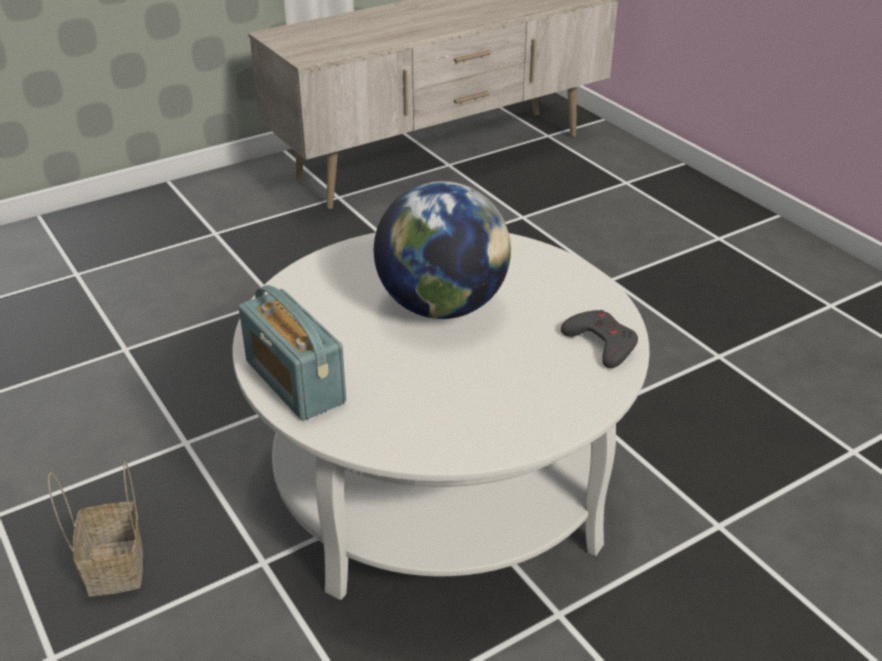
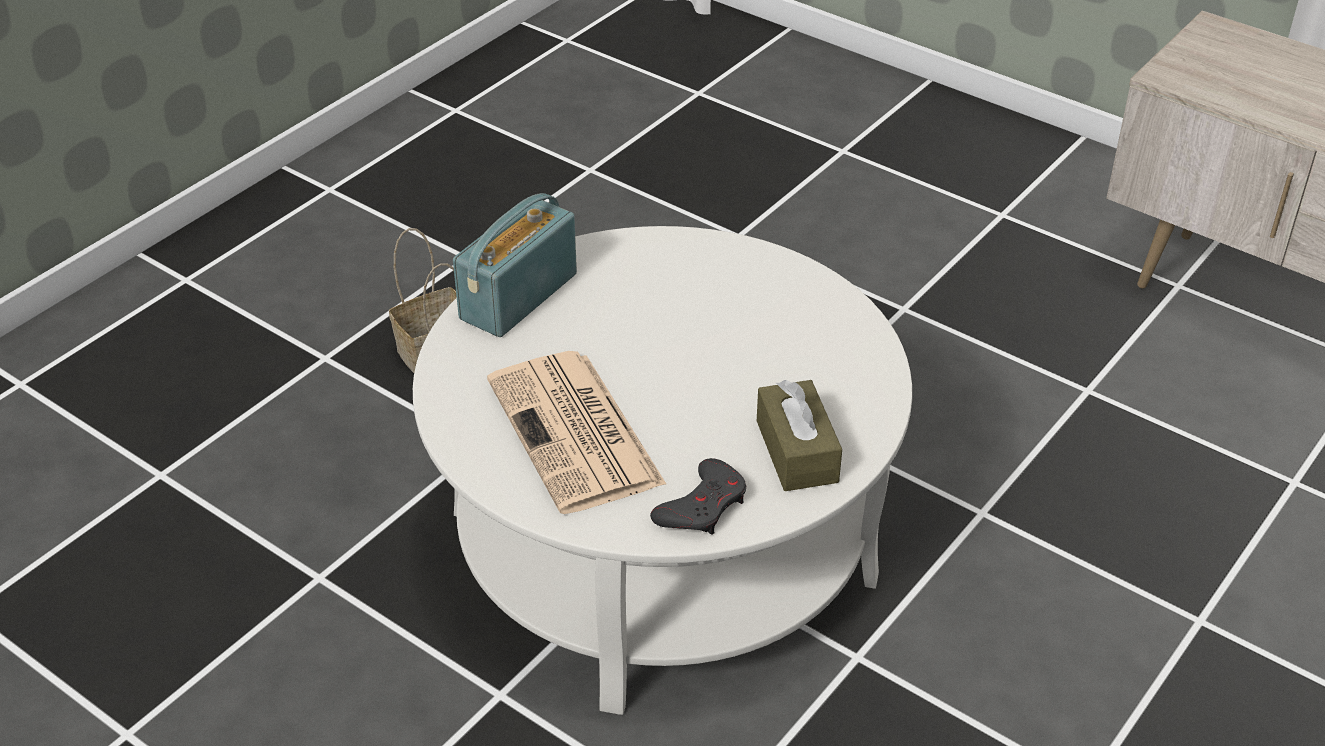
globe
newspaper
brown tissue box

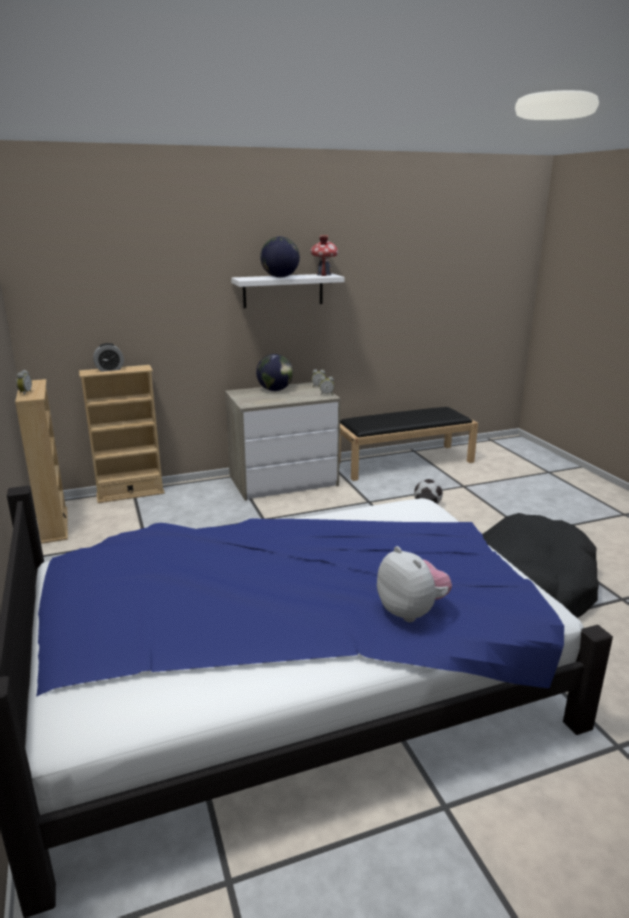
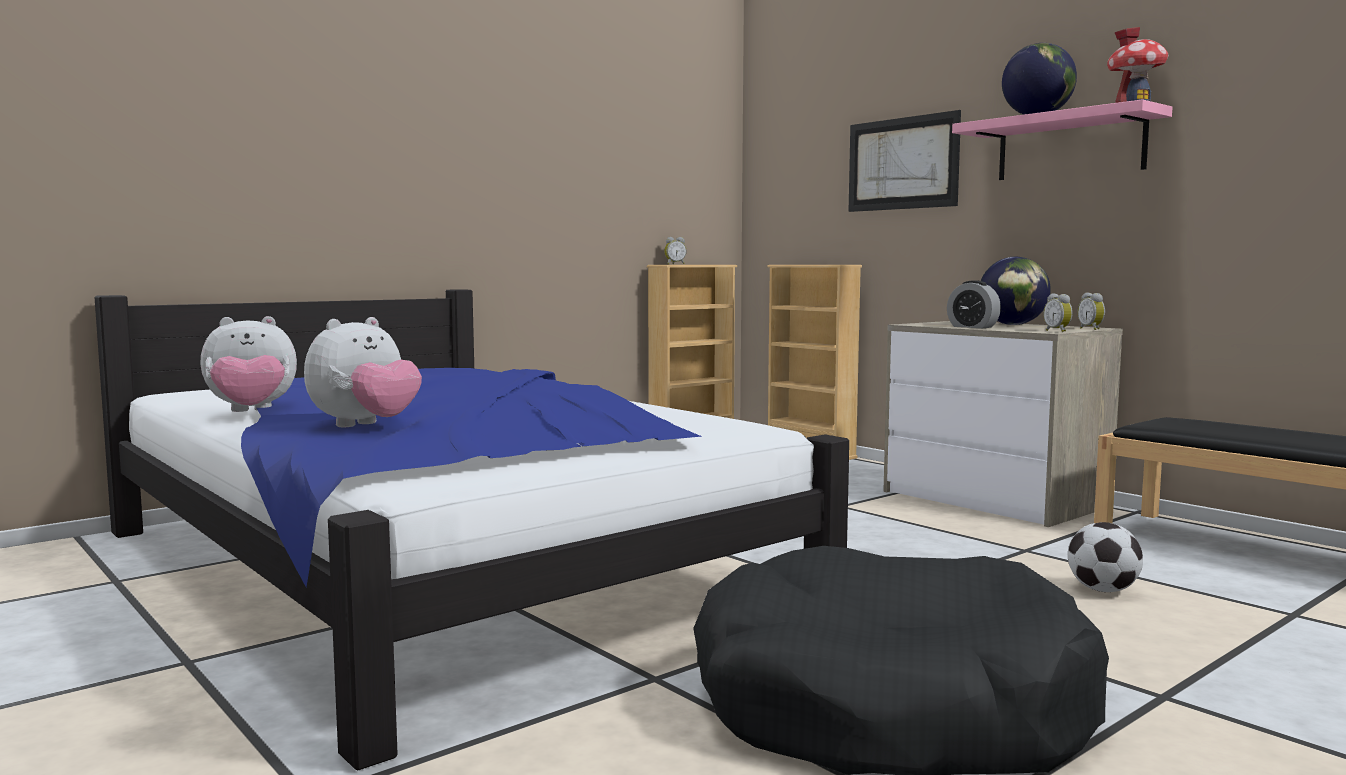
pink shelf
alarm clock (no. 2 from left)
picture
plush toy (no. 1 from left)

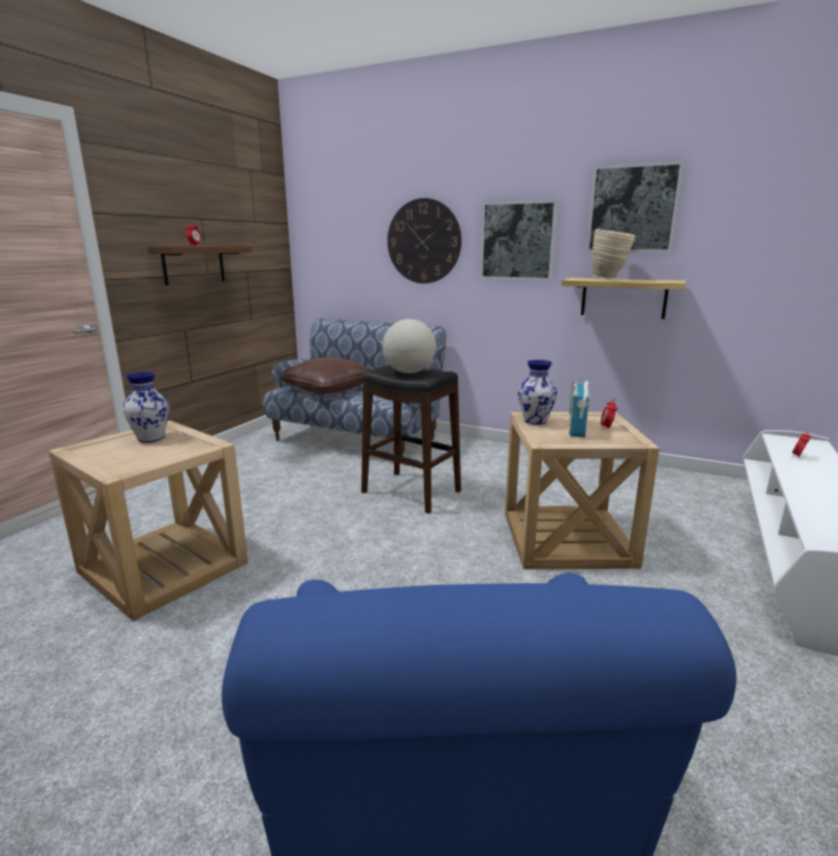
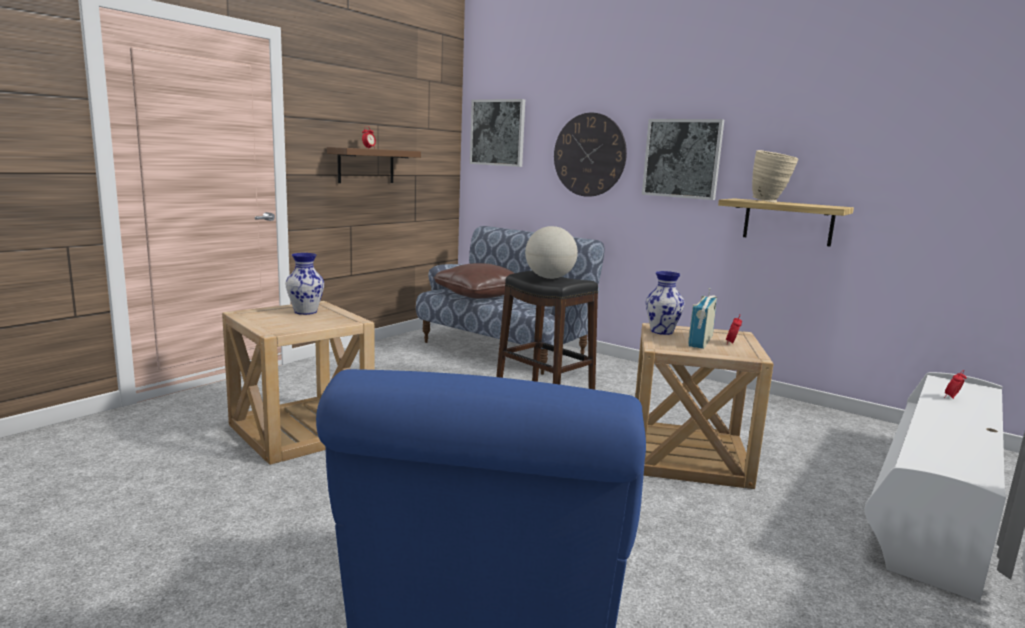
picture (no. 1 from left)

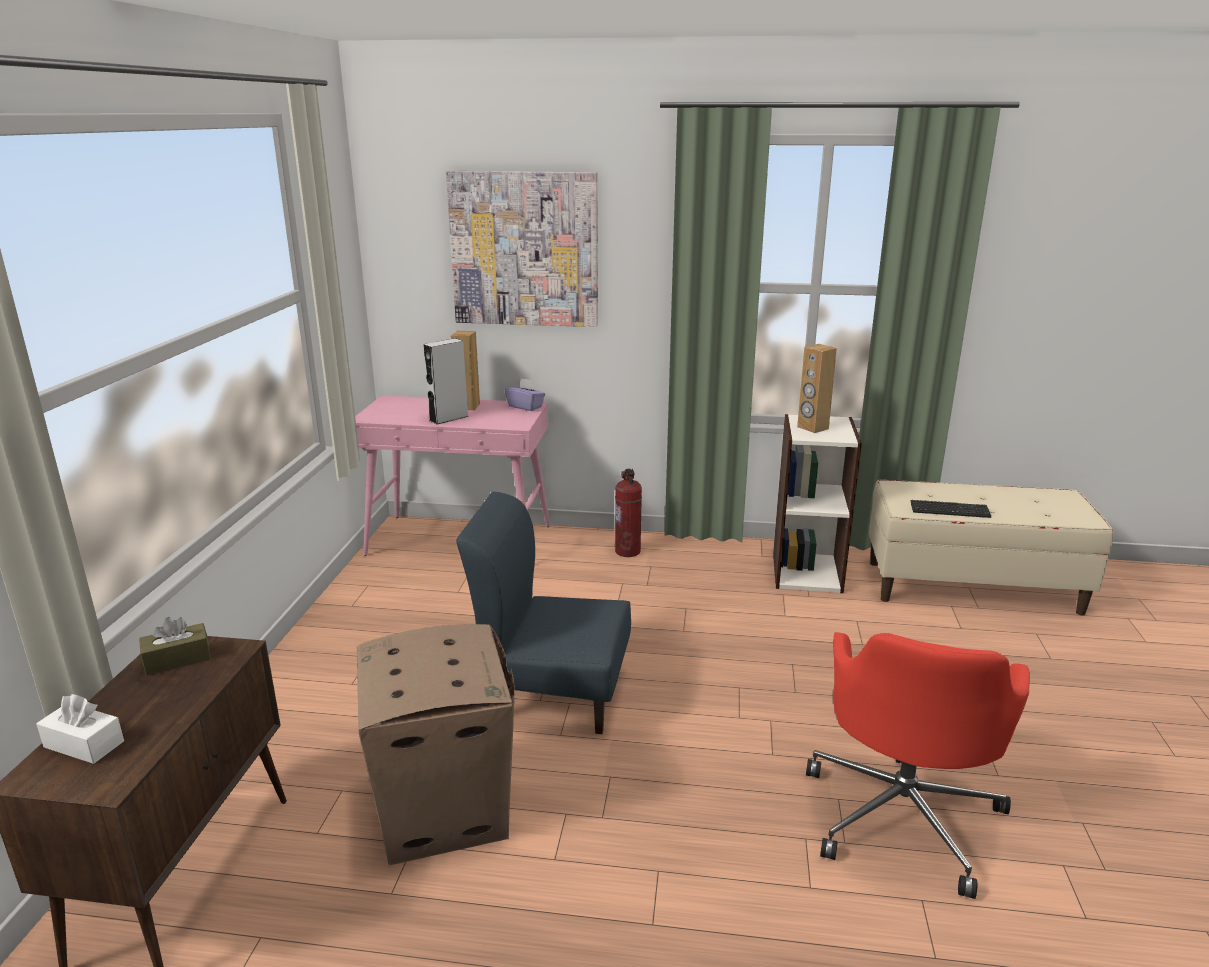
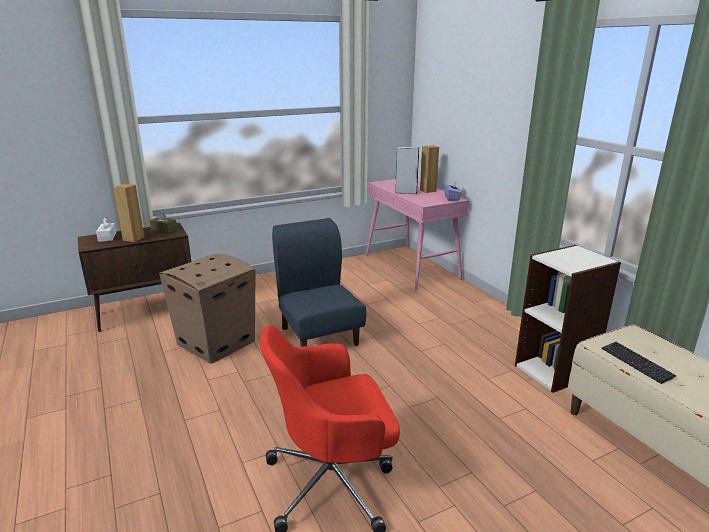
picture
brown speaker (no. 1 from left)
fire extinguisher

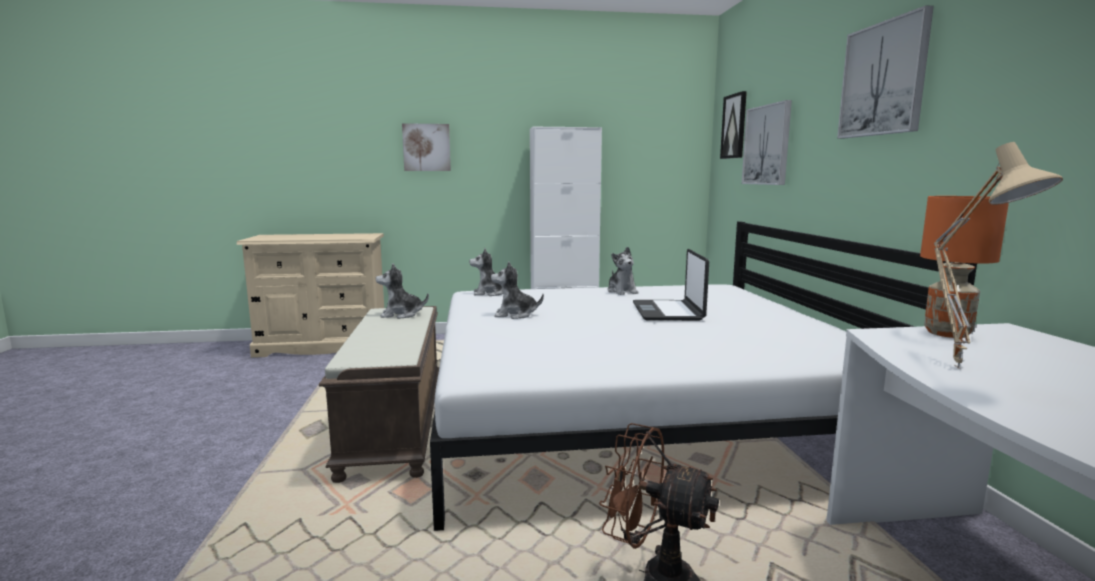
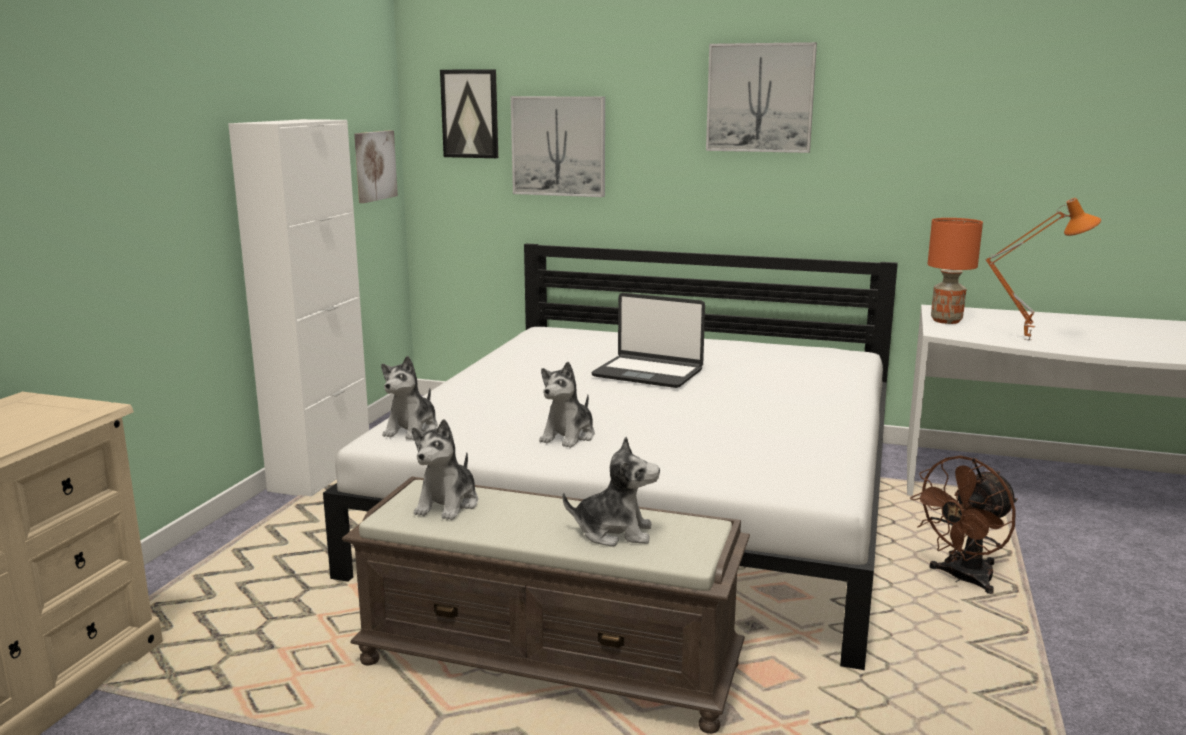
picture (no. 1 from left)
orange table lamp (no. 2 from left)
plush toy (no. 4 from left)

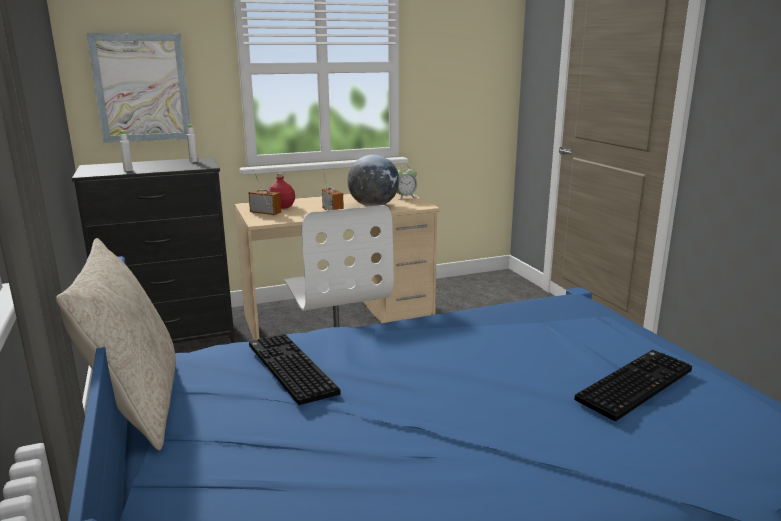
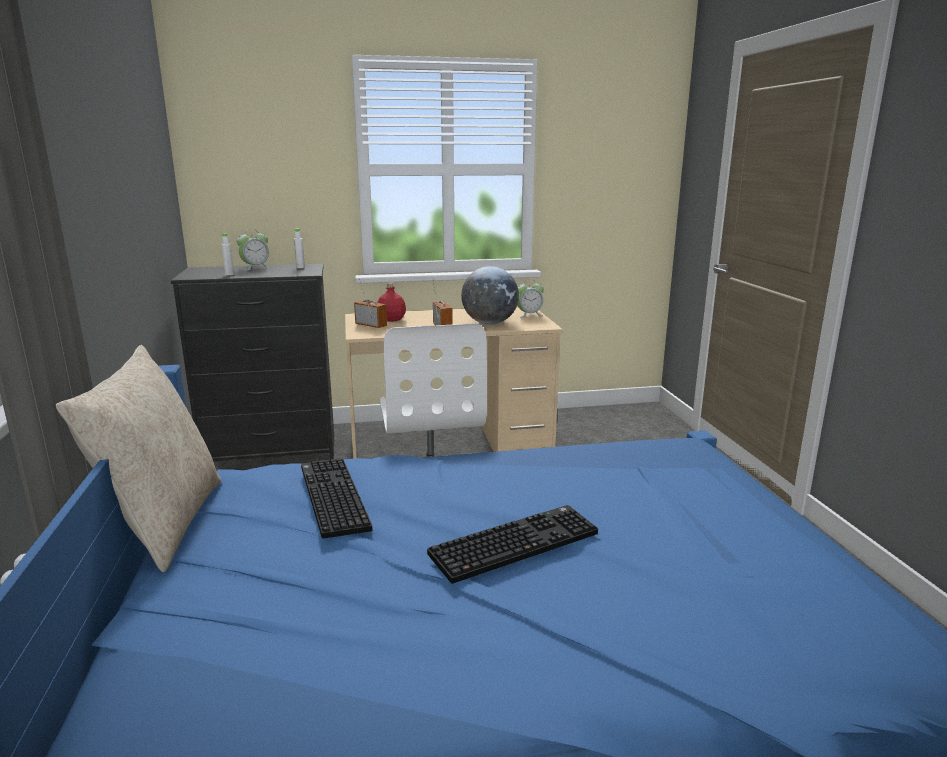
picture
keyboard (no. 2 from left)
alarm clock (no. 1 from left)

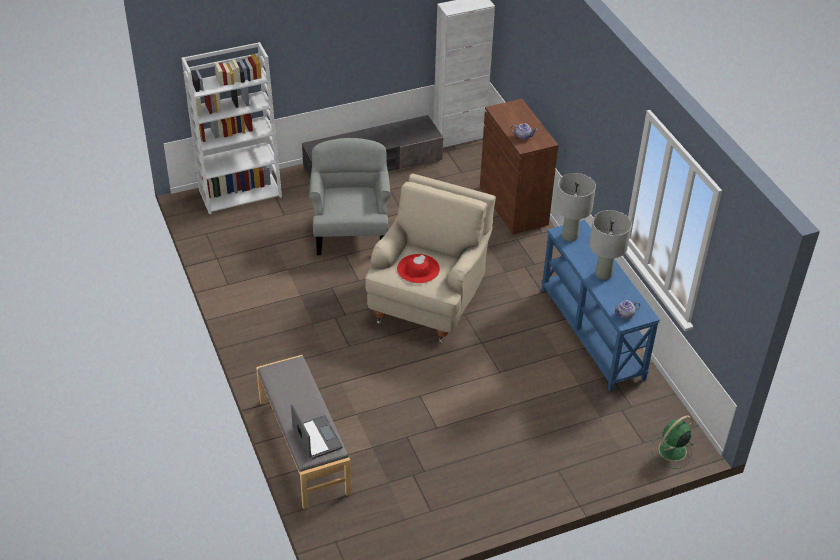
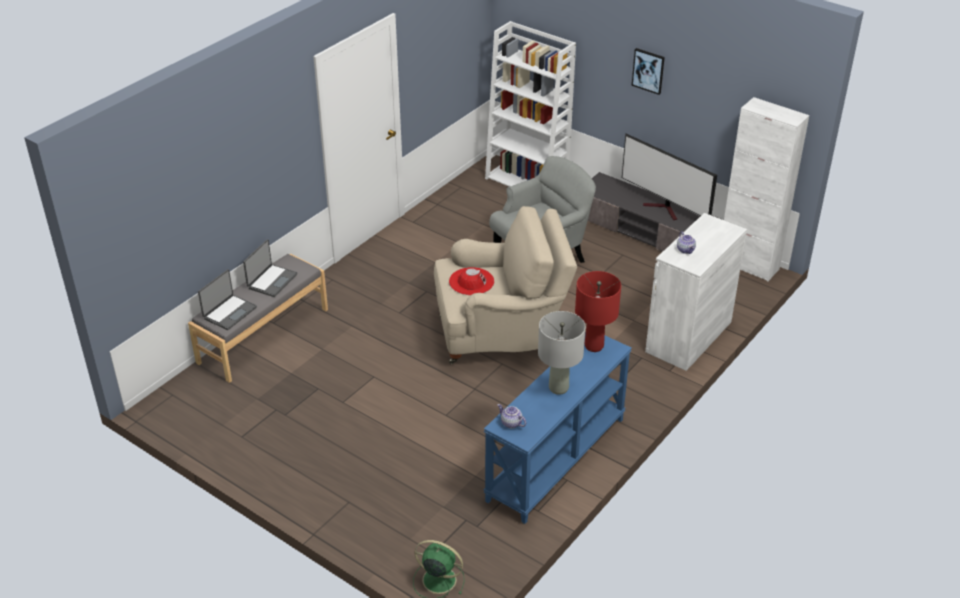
white cabinet (no. 1 from left)
red table lamp
picture
television
laptop (no. 2 from left)

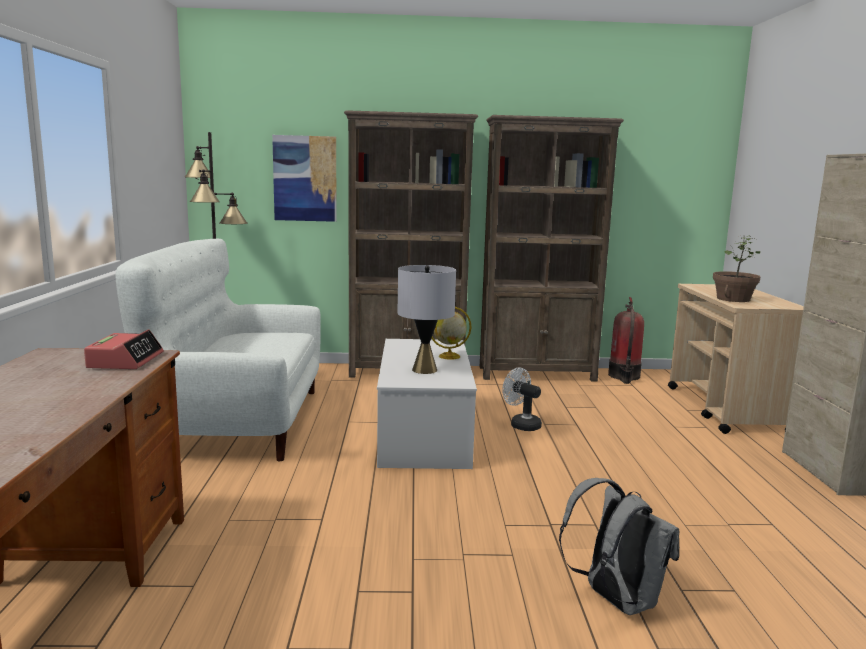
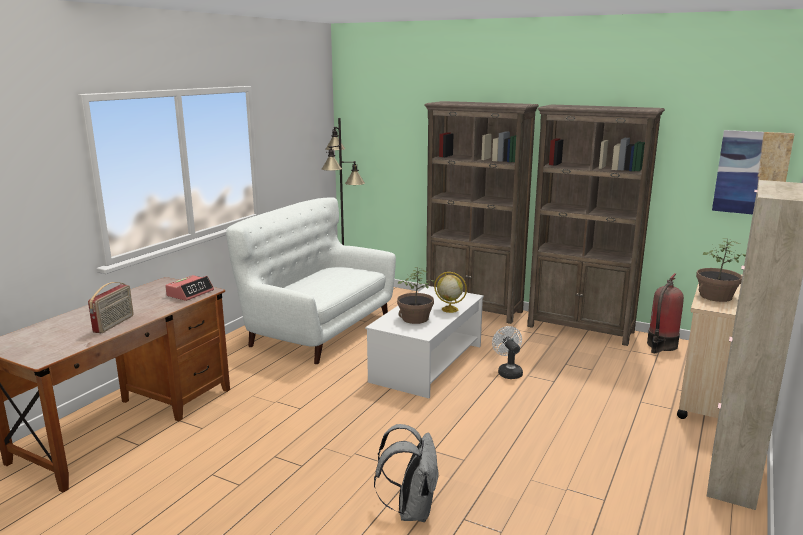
picture
potted plant (no. 1 from left)
radio

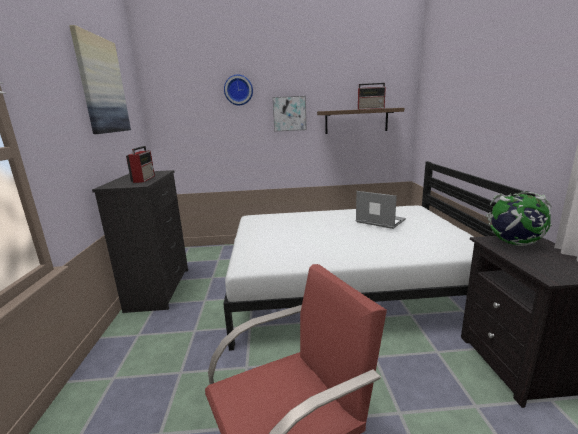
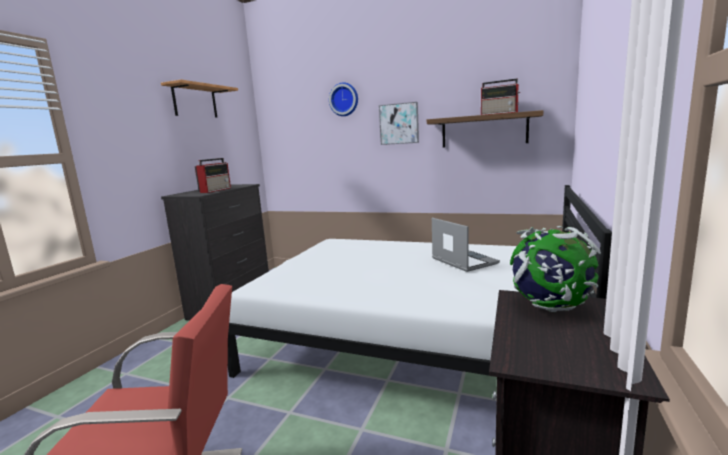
shelf (no. 1 from left)

